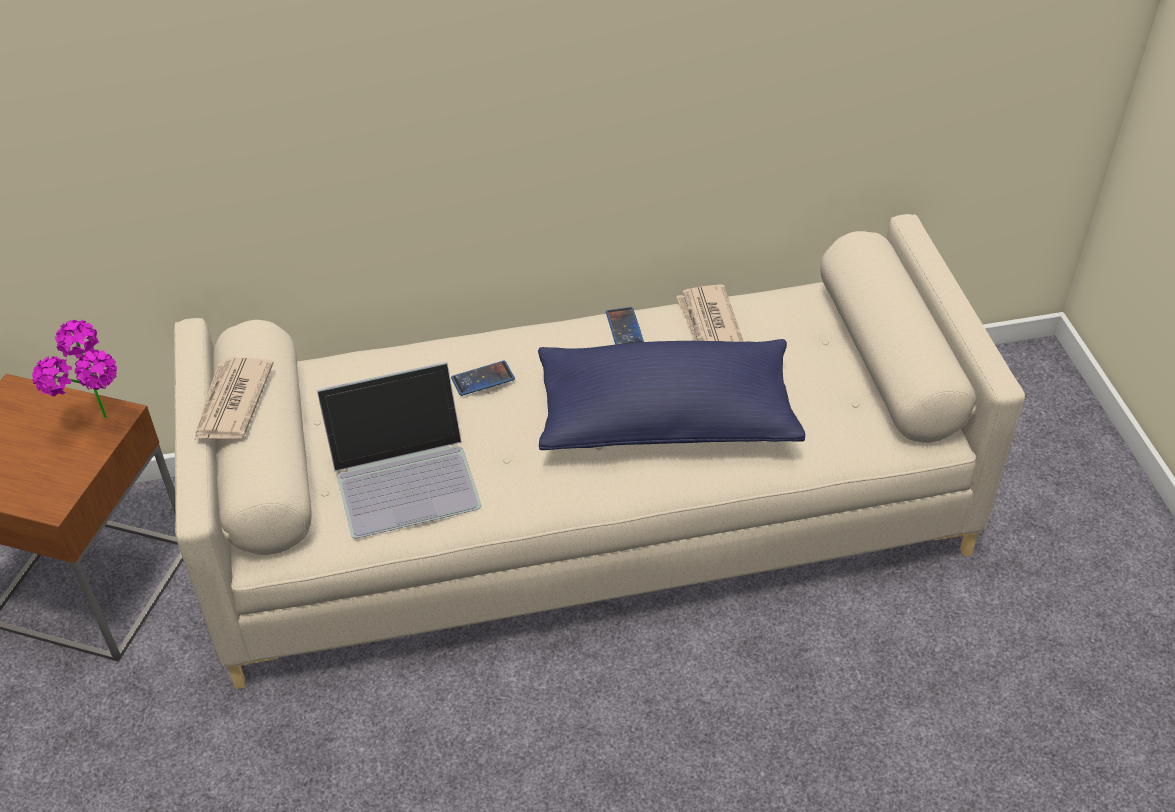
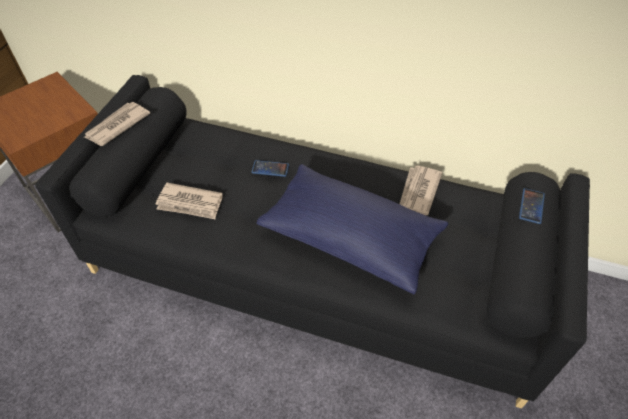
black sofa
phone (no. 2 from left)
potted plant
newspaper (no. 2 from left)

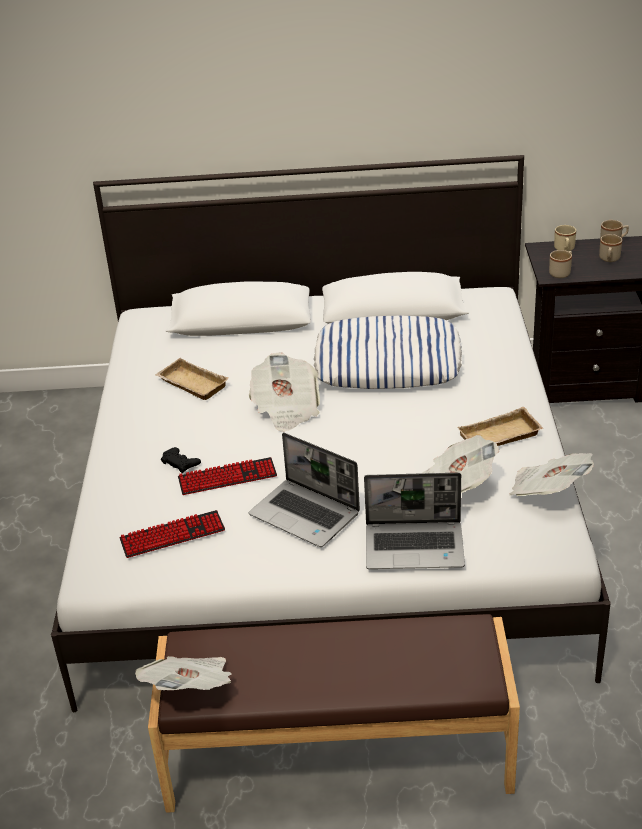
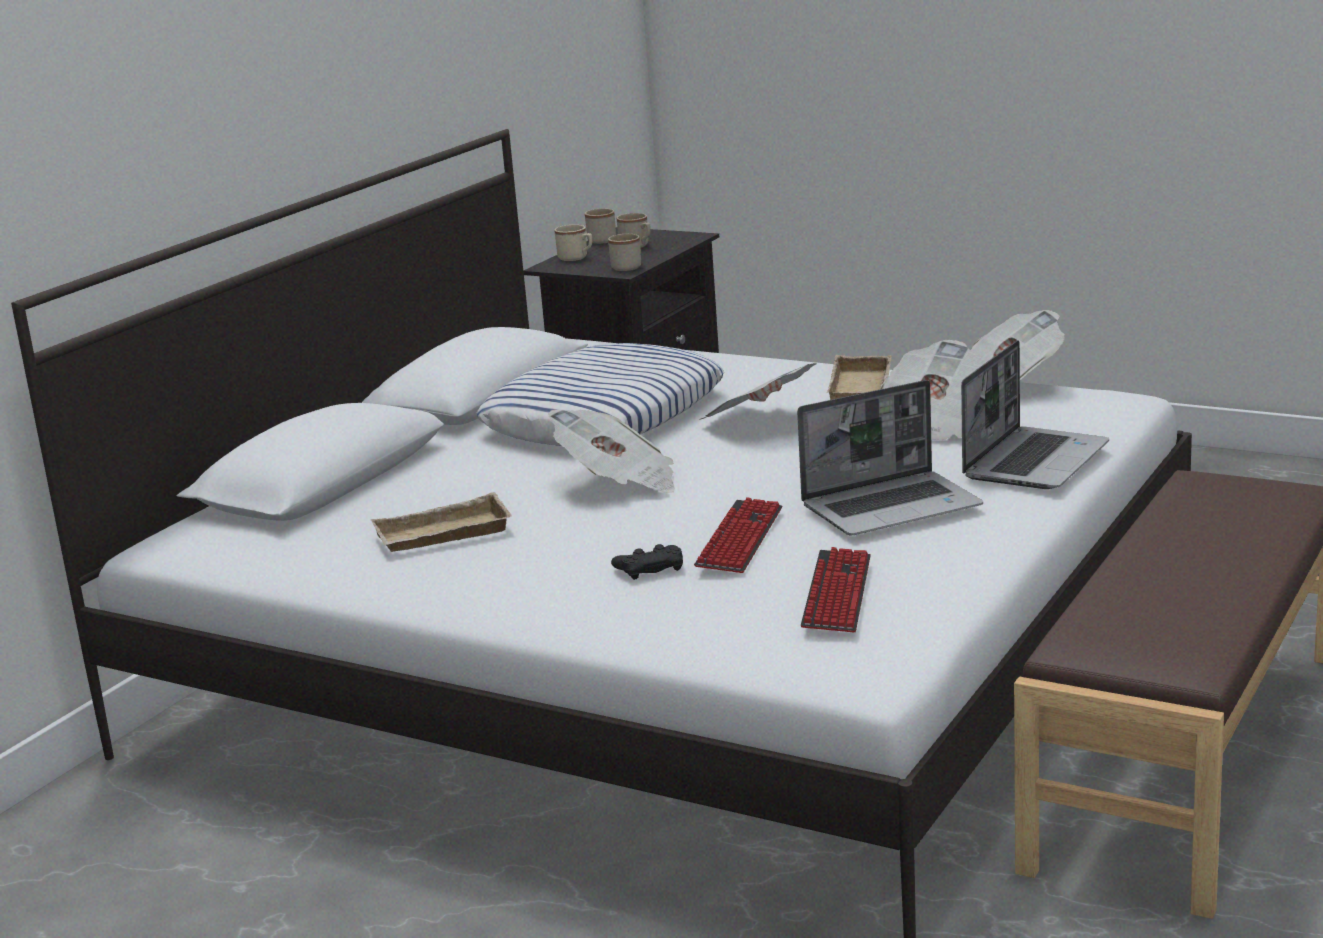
newspaper (no. 2 from left)

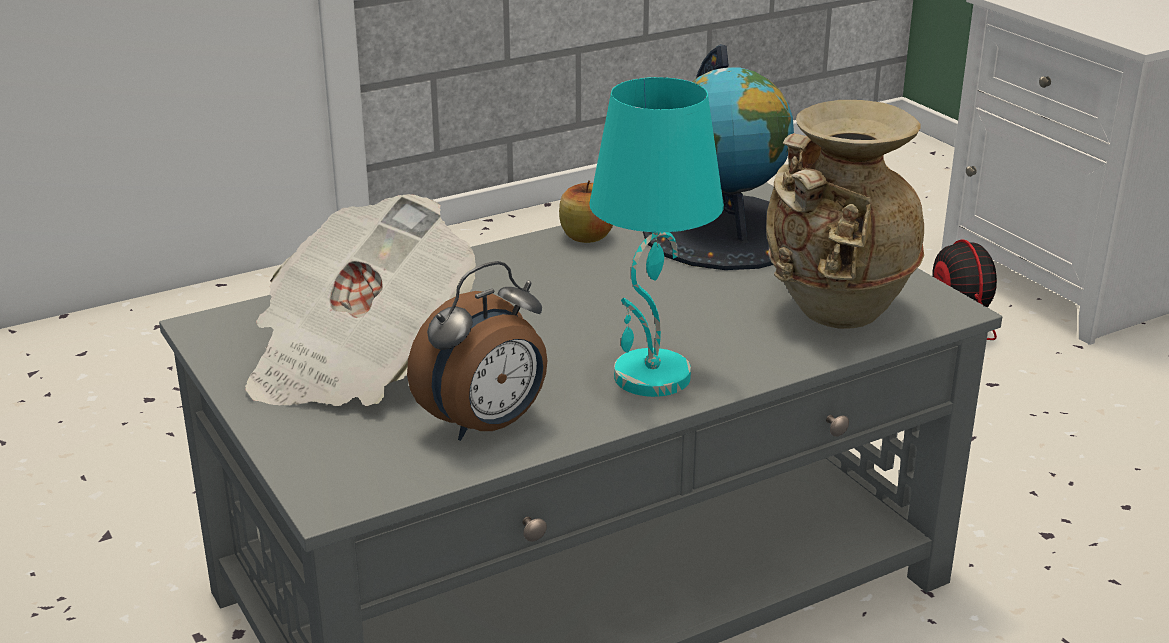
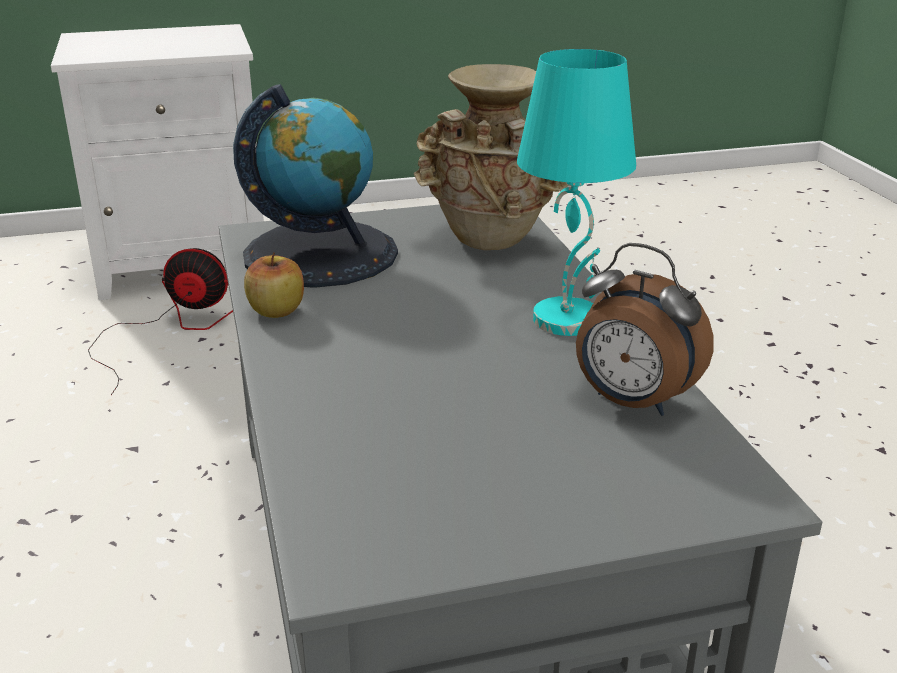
newspaper
alarm clock

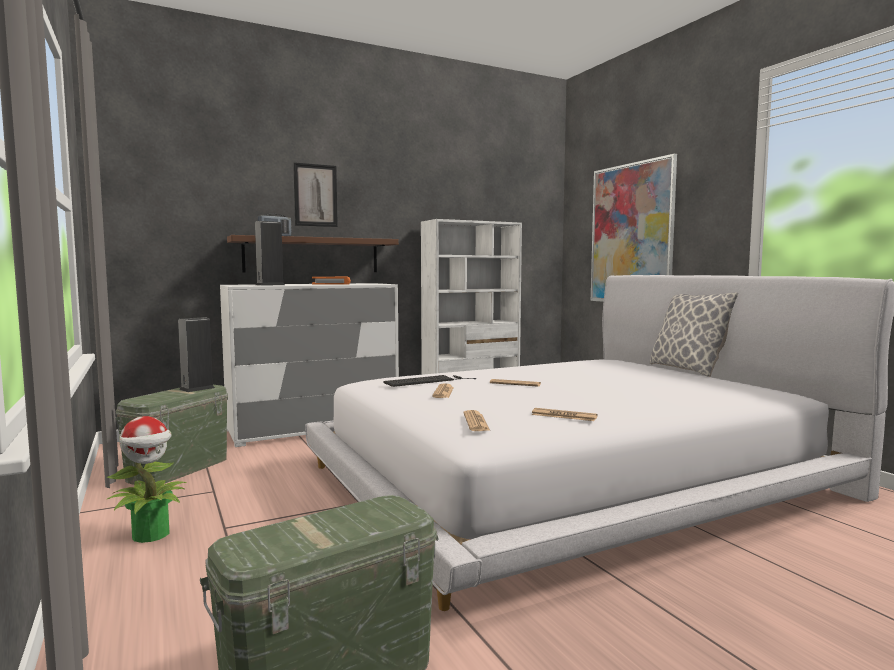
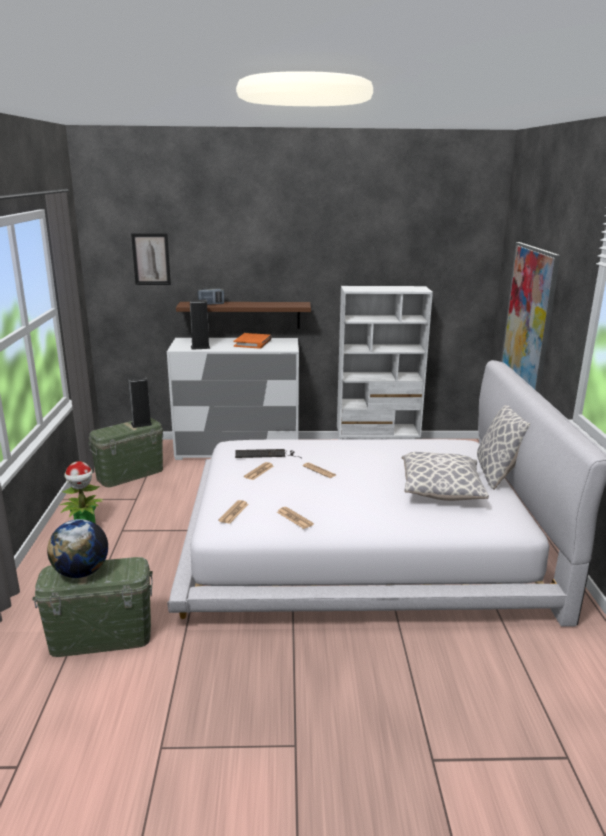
picture (no. 1 from left)
pillow (no. 1 from left)
globe

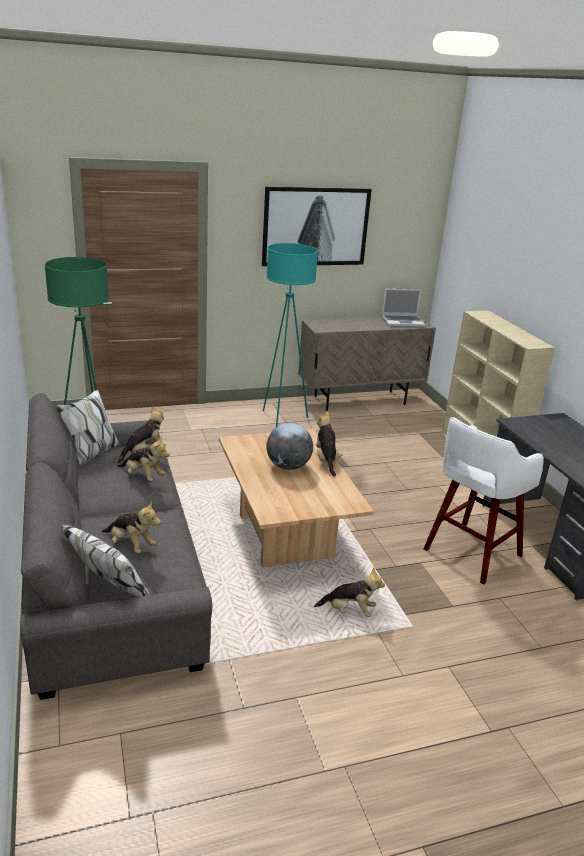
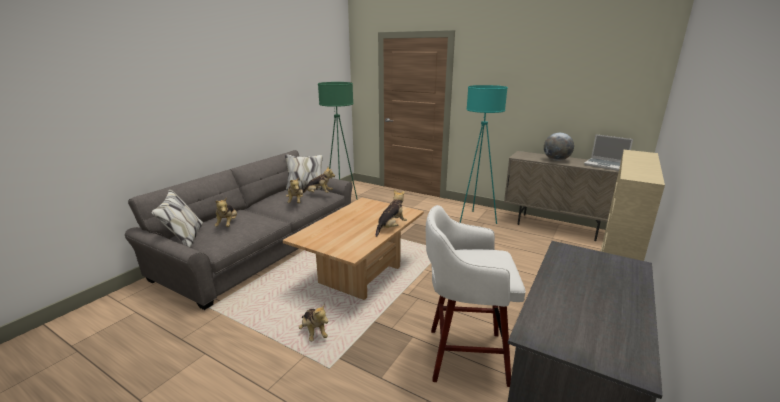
picture
globe

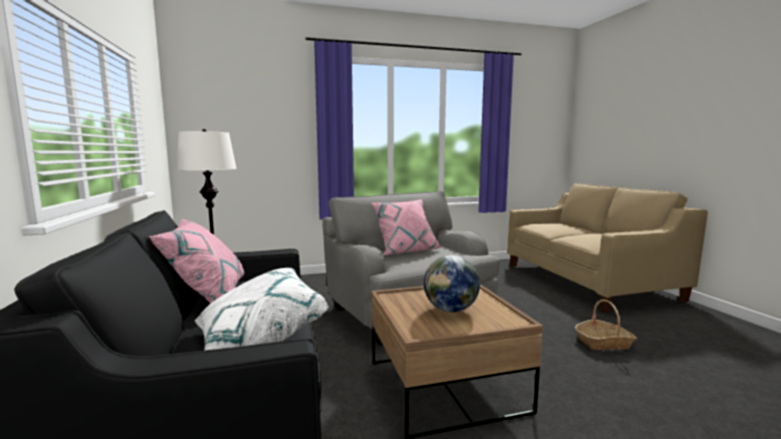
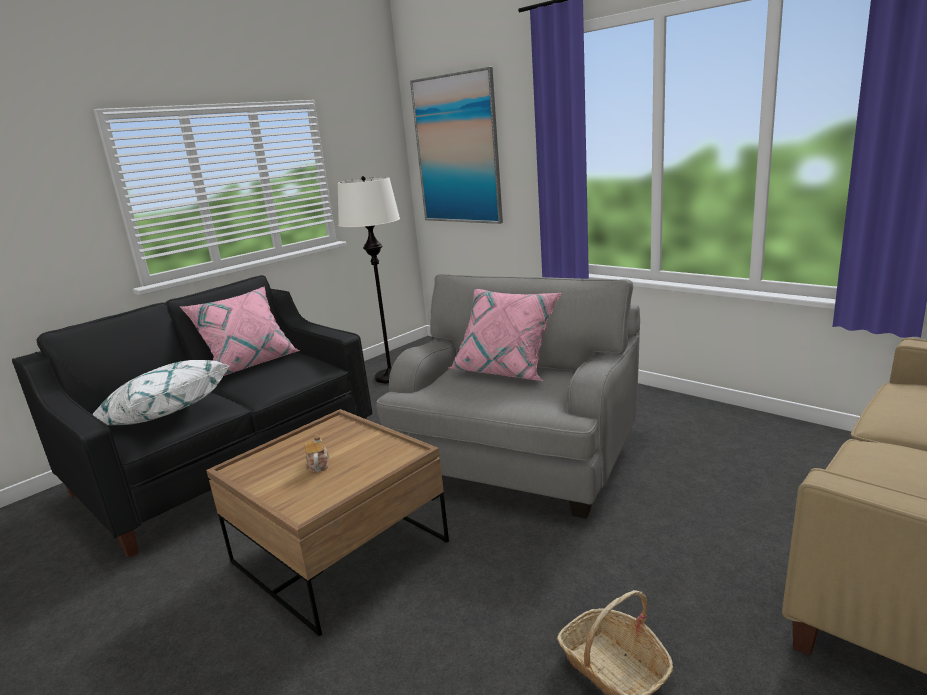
teapot
picture

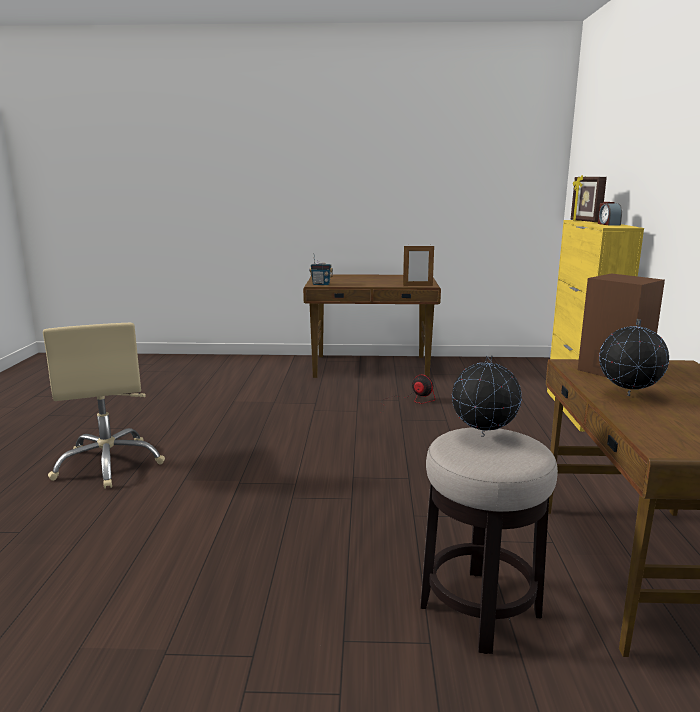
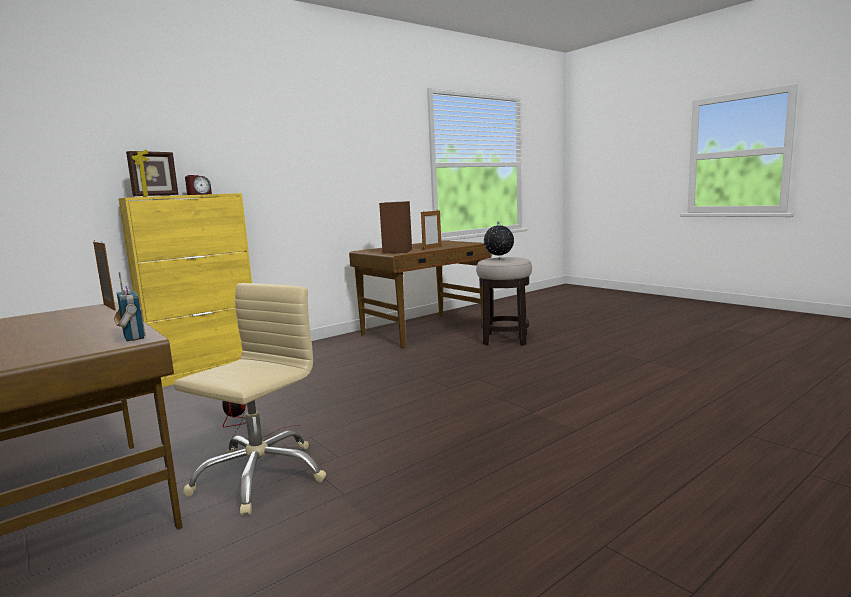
picture frame (no. 3 from left)
beige office chair

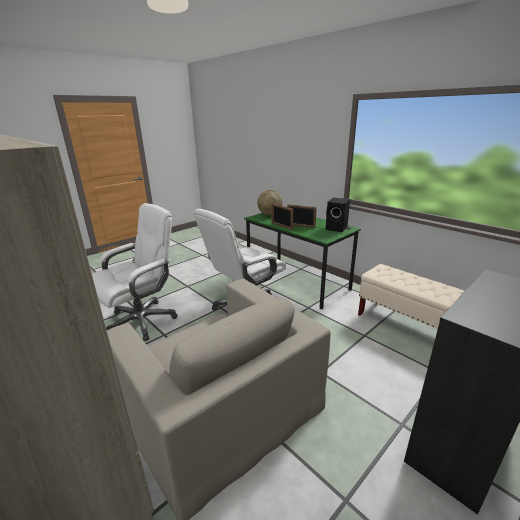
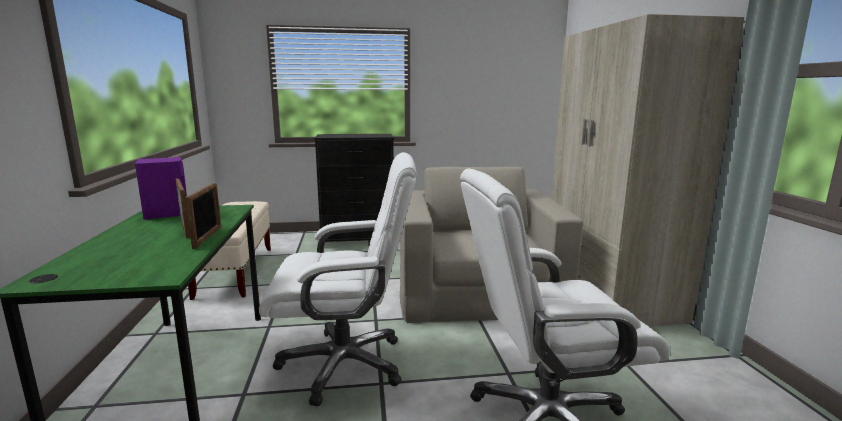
globe
purple speaker

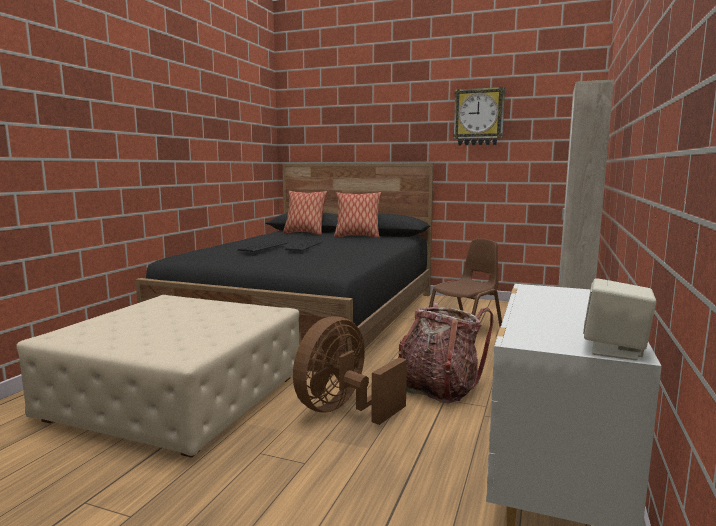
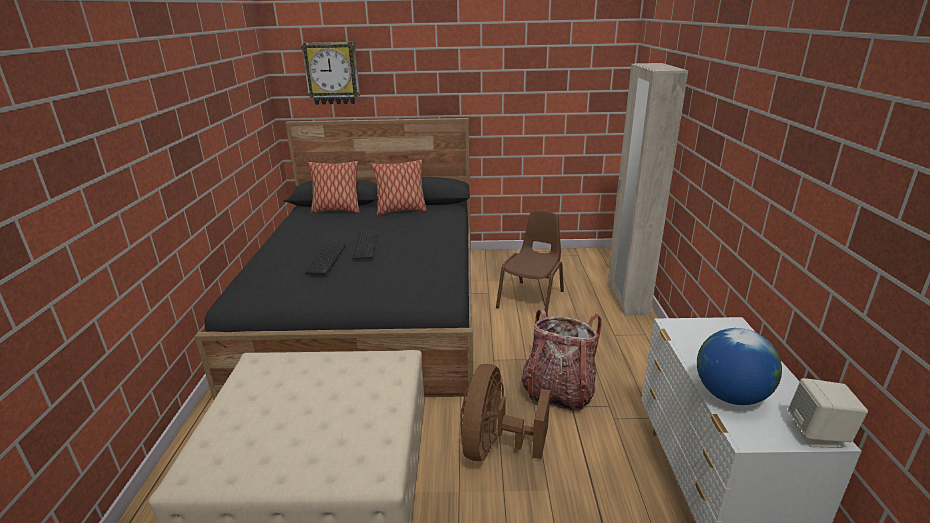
wall clock
globe

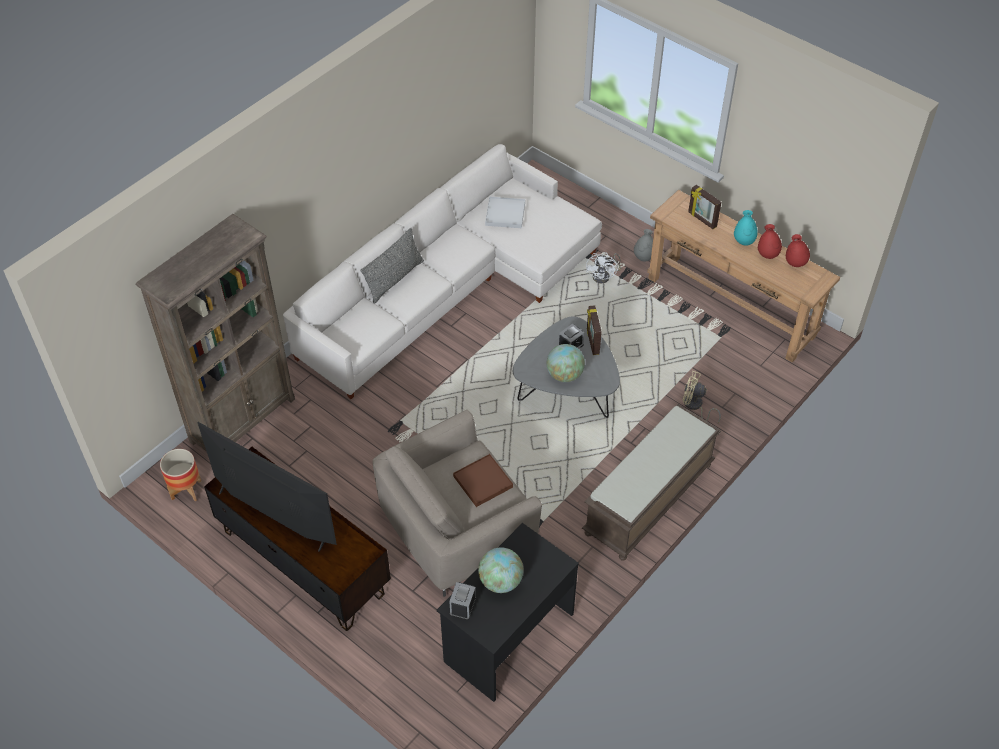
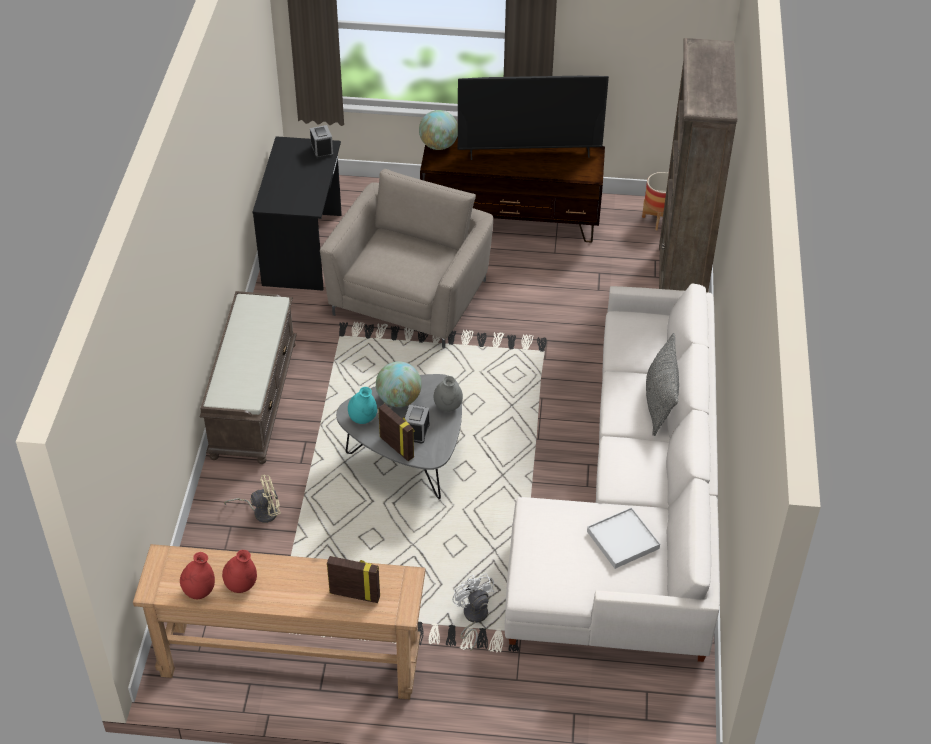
turquoise vase
grey vase
brown tray
globe (no. 2 from left)

